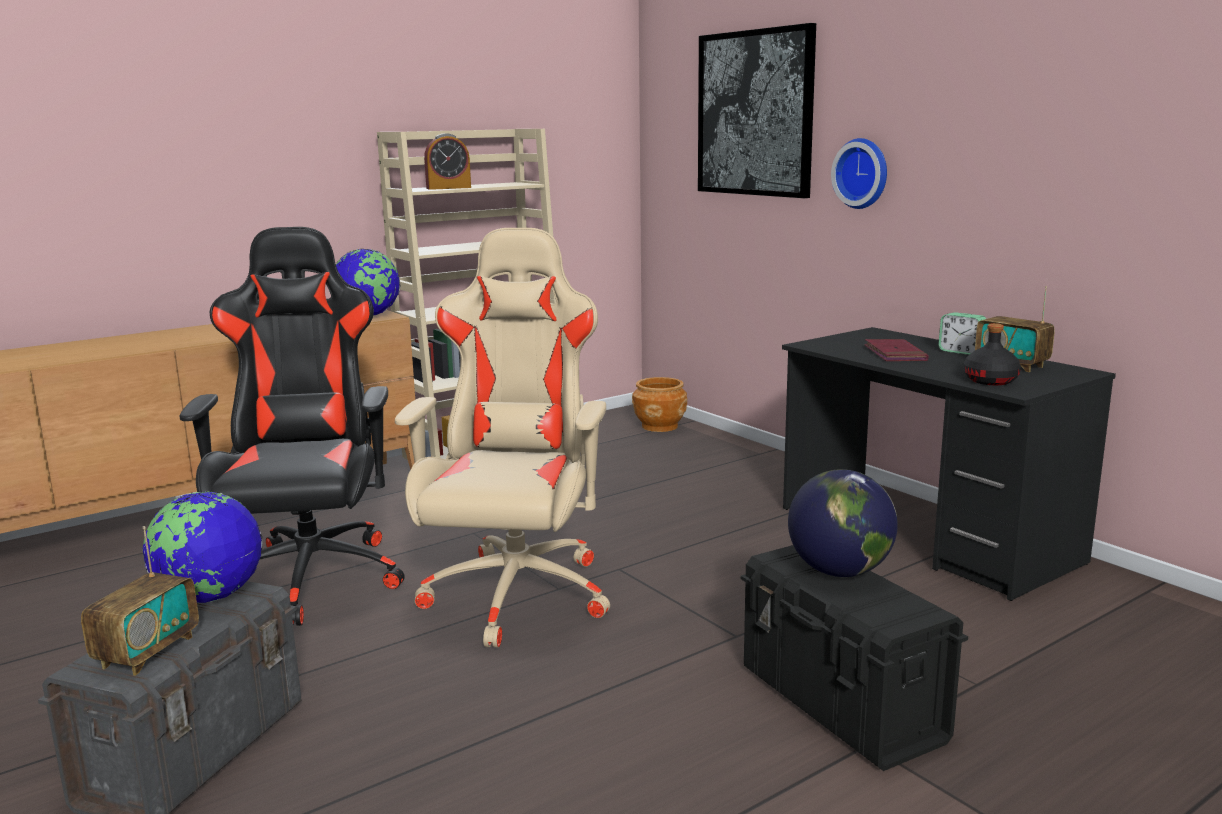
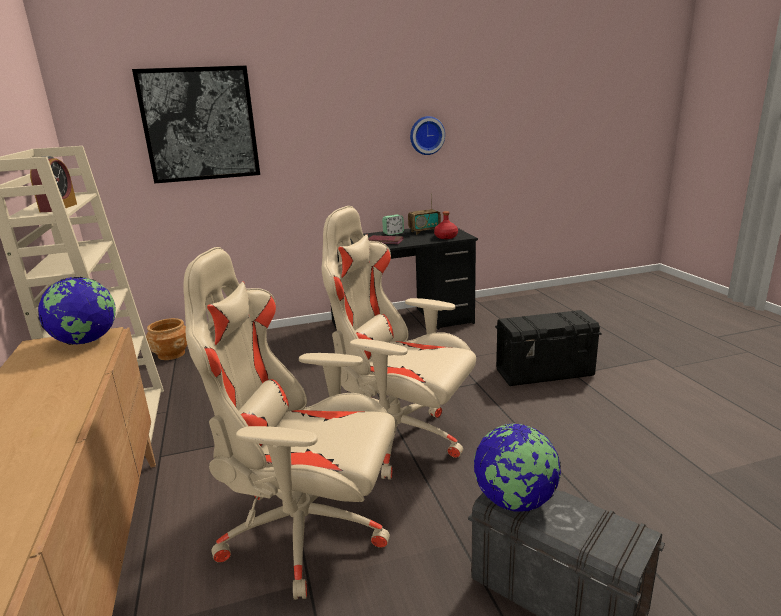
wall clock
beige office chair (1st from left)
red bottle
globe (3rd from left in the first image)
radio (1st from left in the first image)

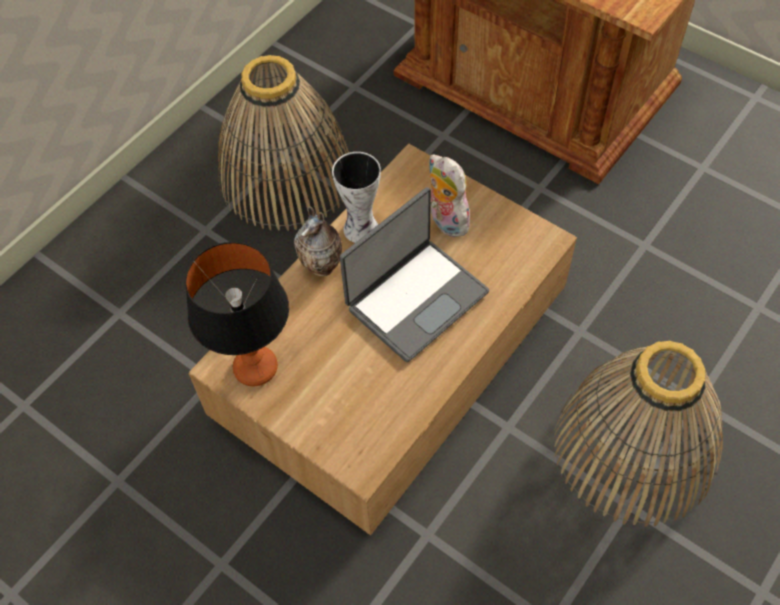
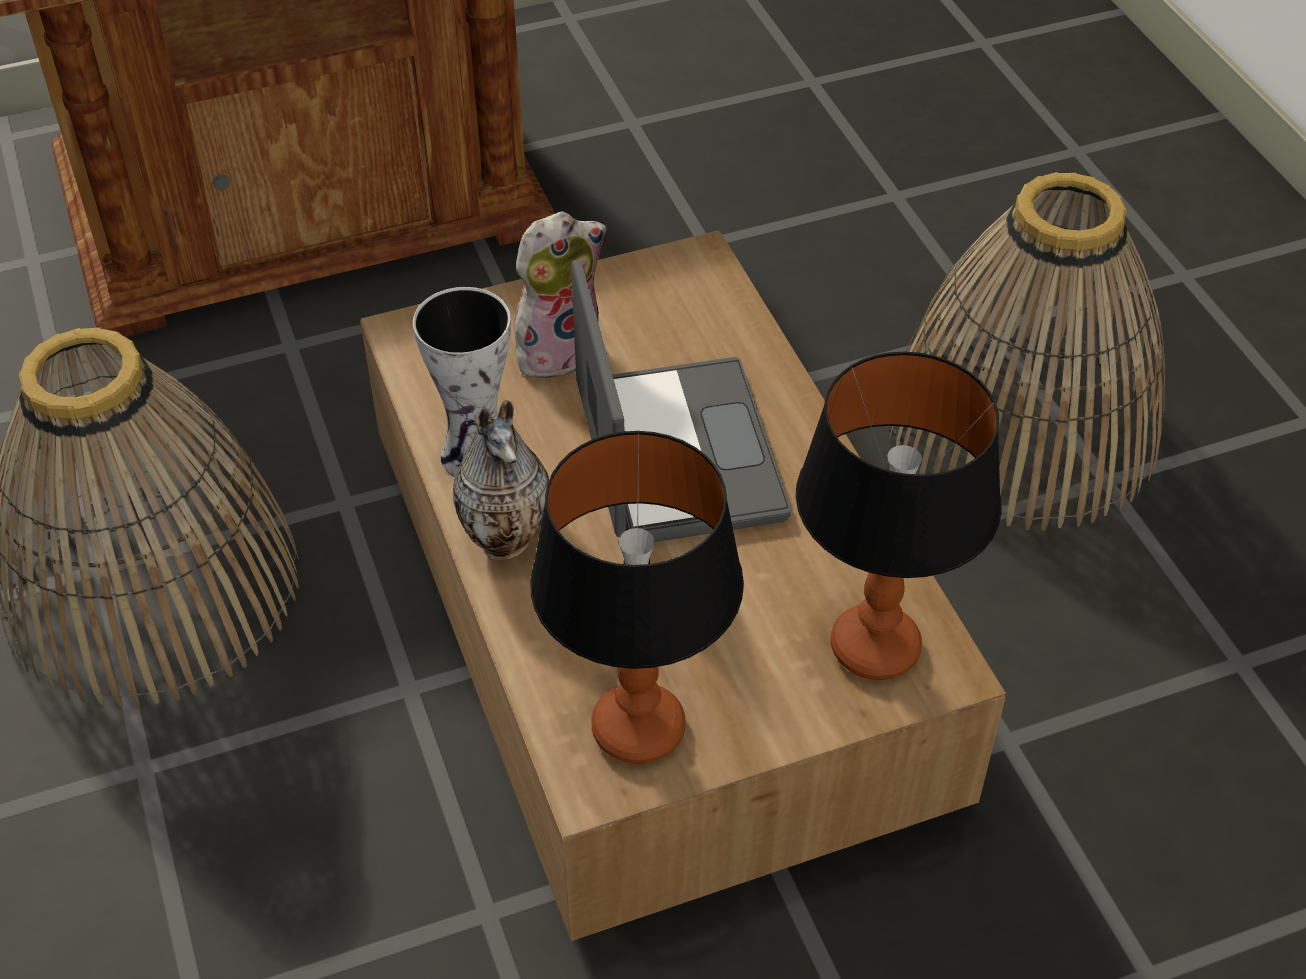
plush toy
table lamp (2nd from left)

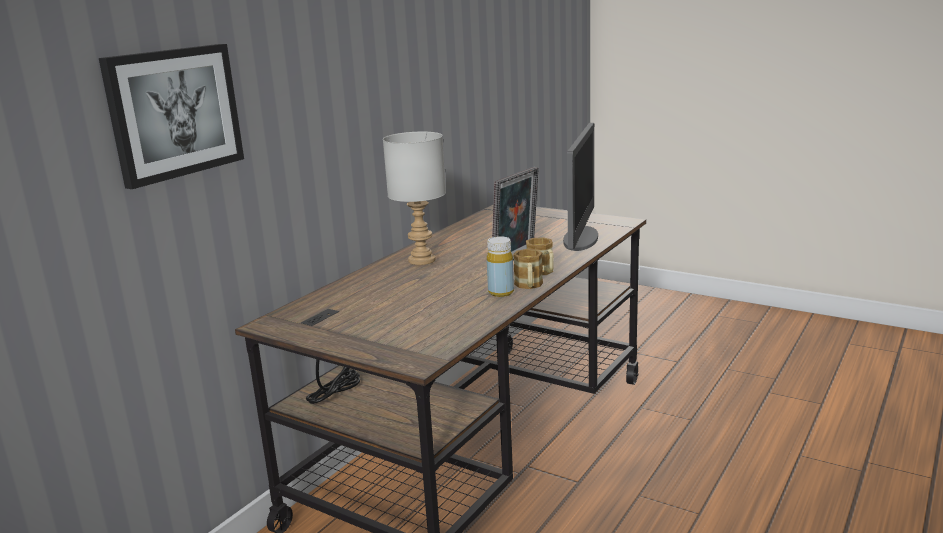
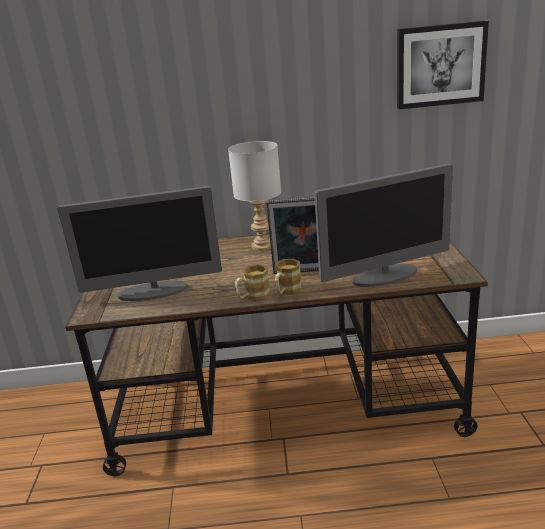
picture
yellow bottle
monitor (1st from left)

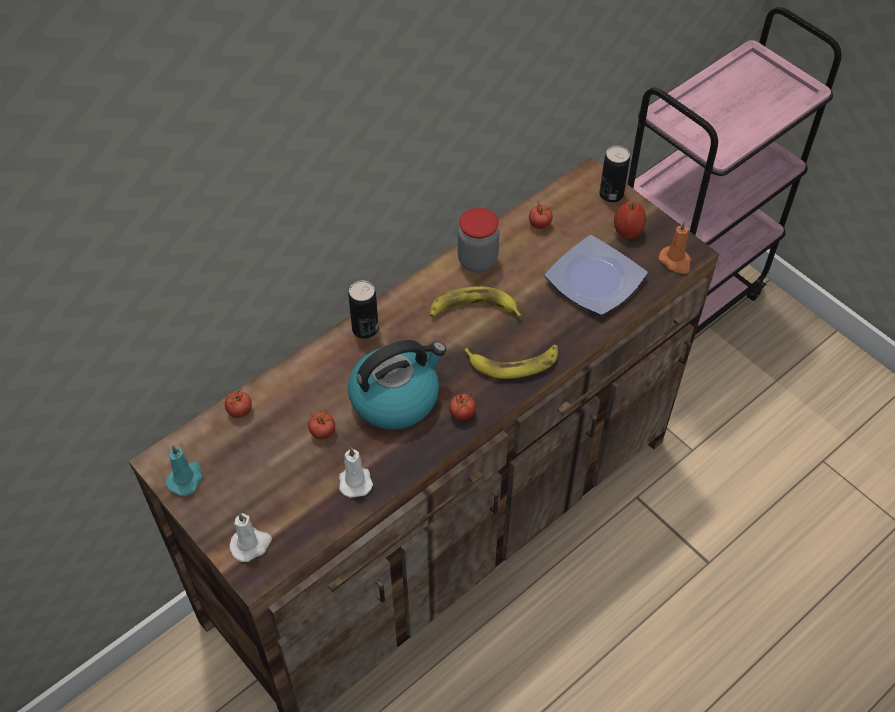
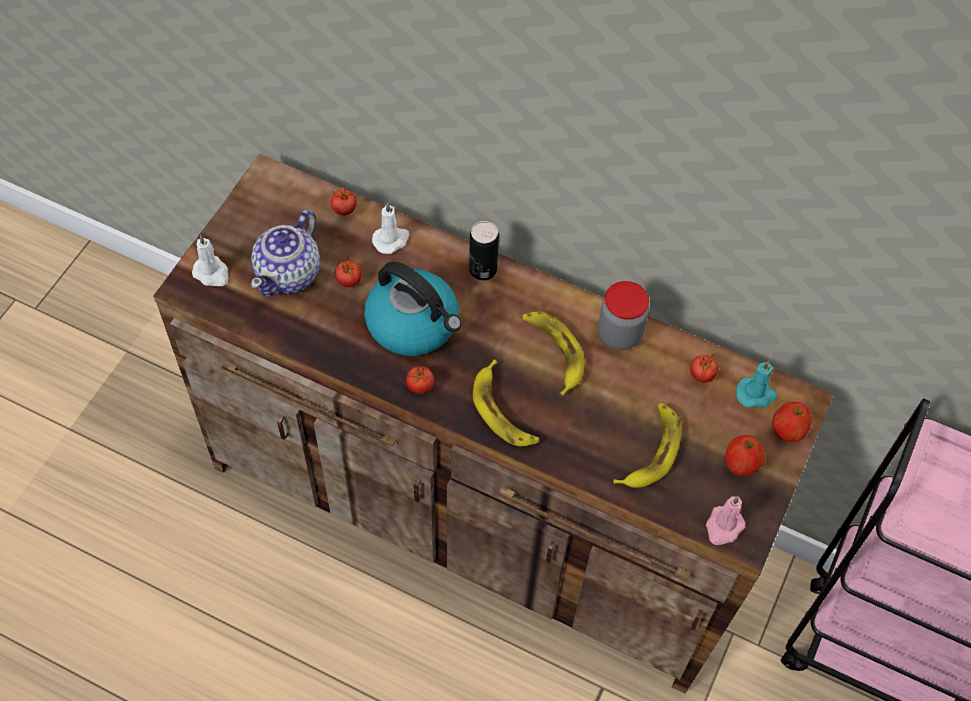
apple (2nd from left)
pink candle
banana (3rd from left)
turquoise candle
white candle (2nd from left)
teapot

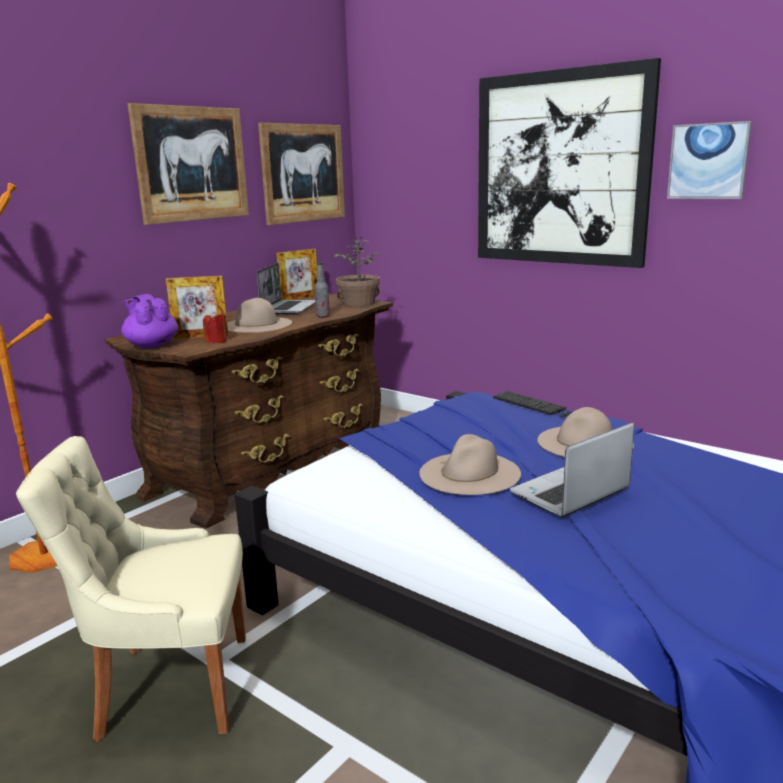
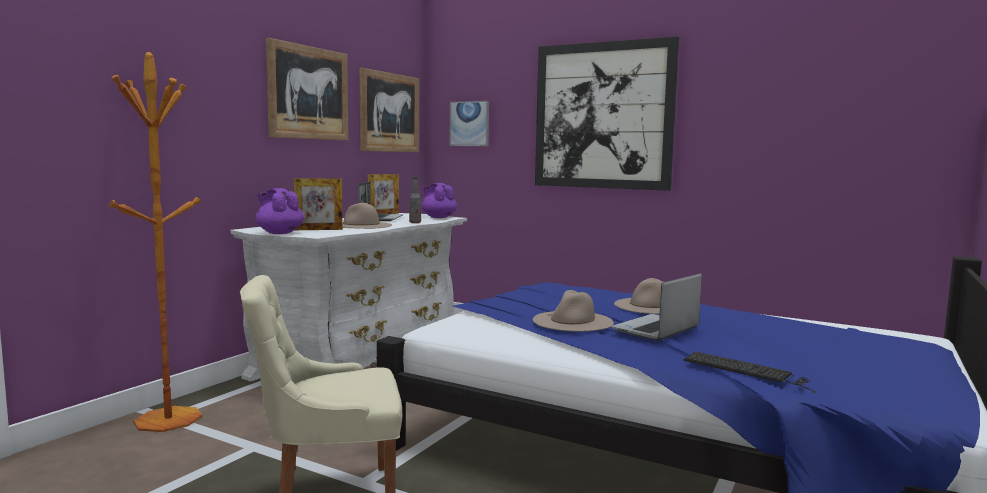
picture (3rd from left)
purple teapot (2nd from left)
white dresser
red candle
keyboard

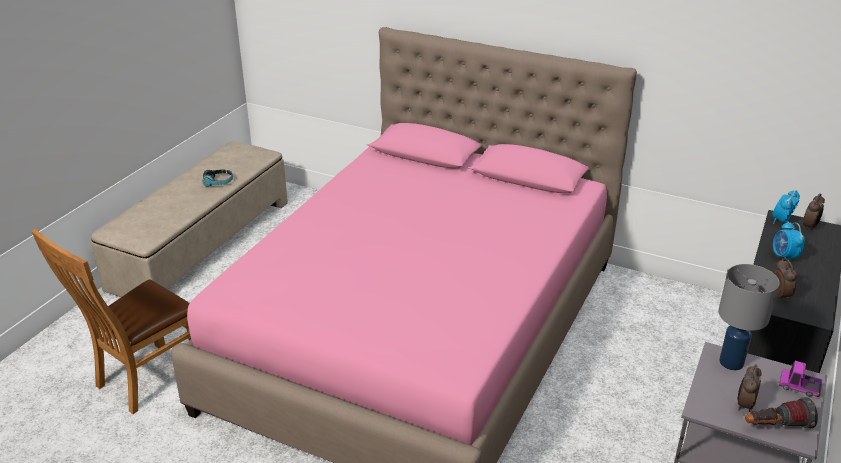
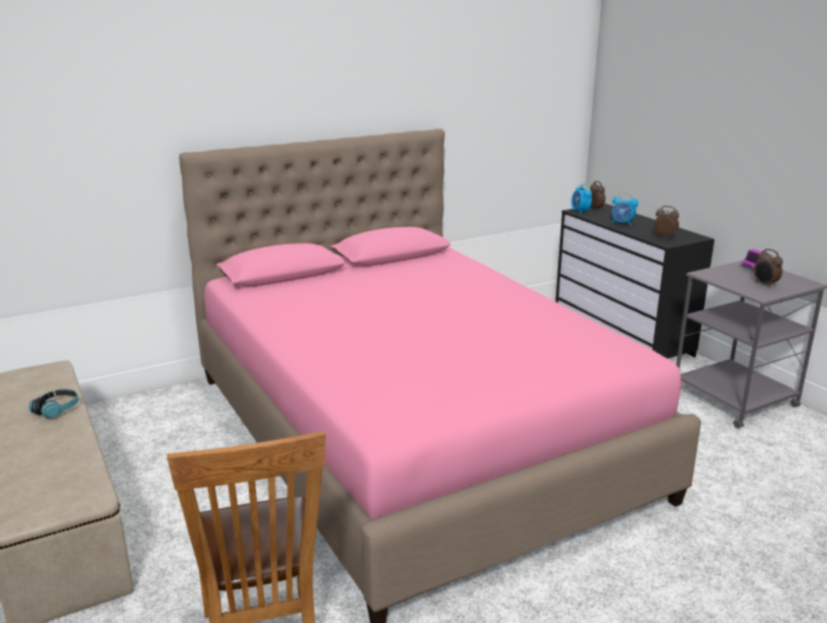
grey table lamp
flashlight

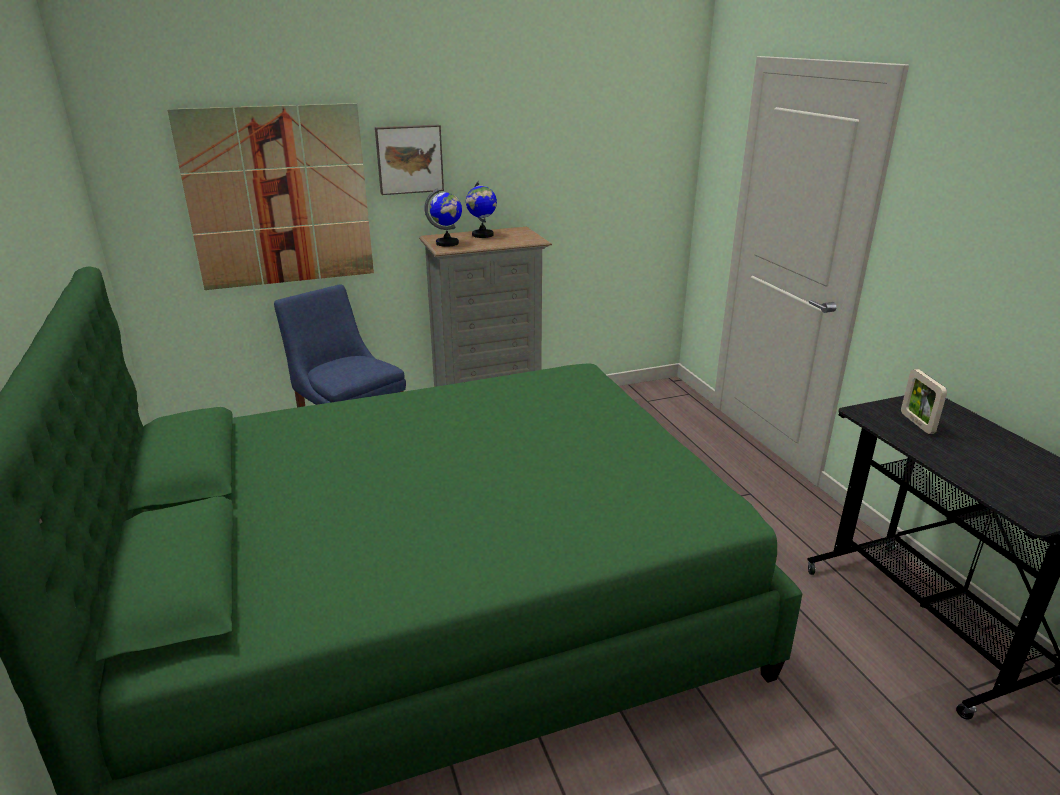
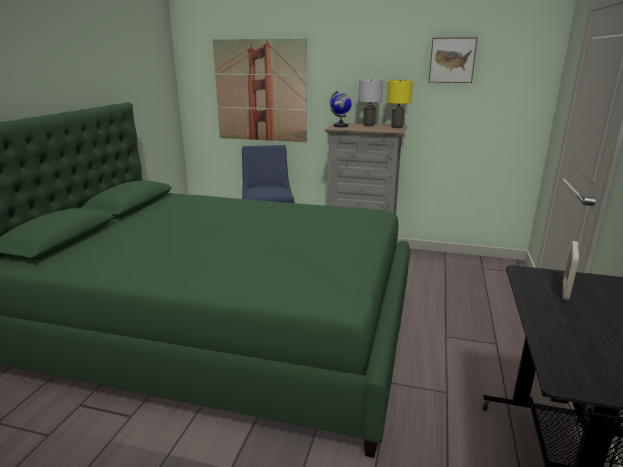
picture (2nd from left)
white table lamp
yellow table lamp

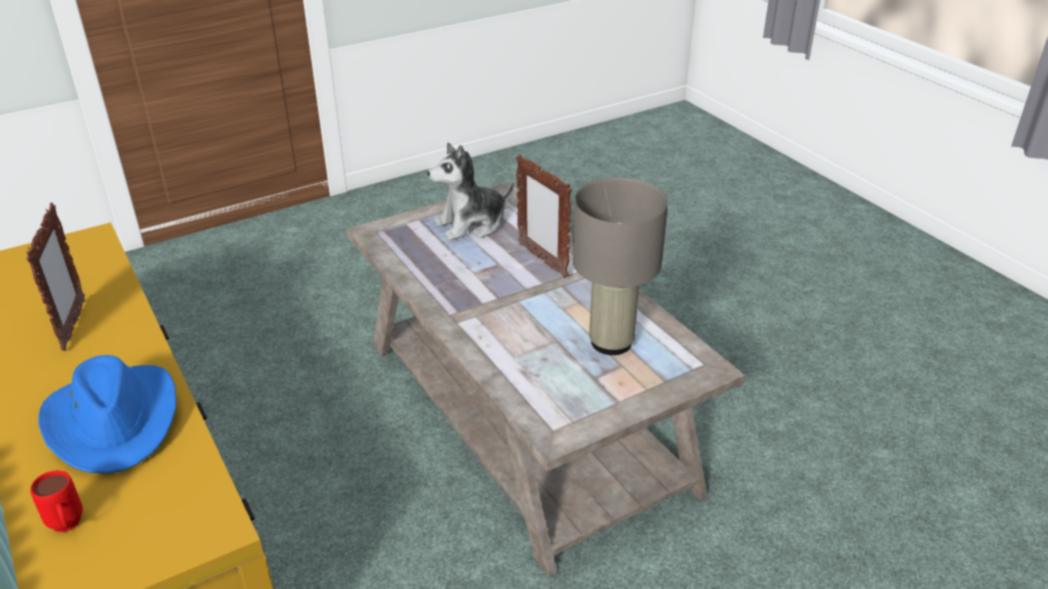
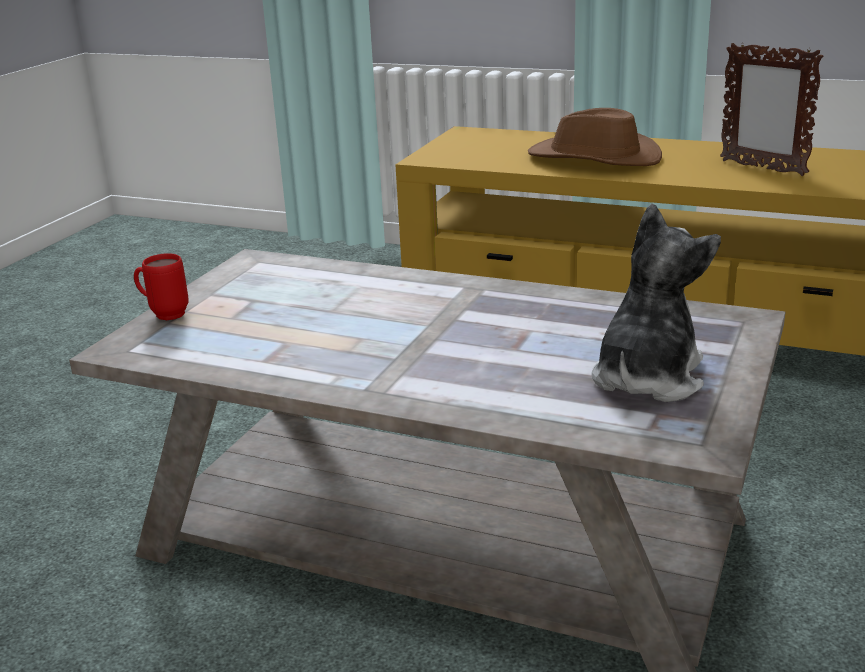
picture frame (2nd from left in the first image)
grey table lamp
brown hat
red mug

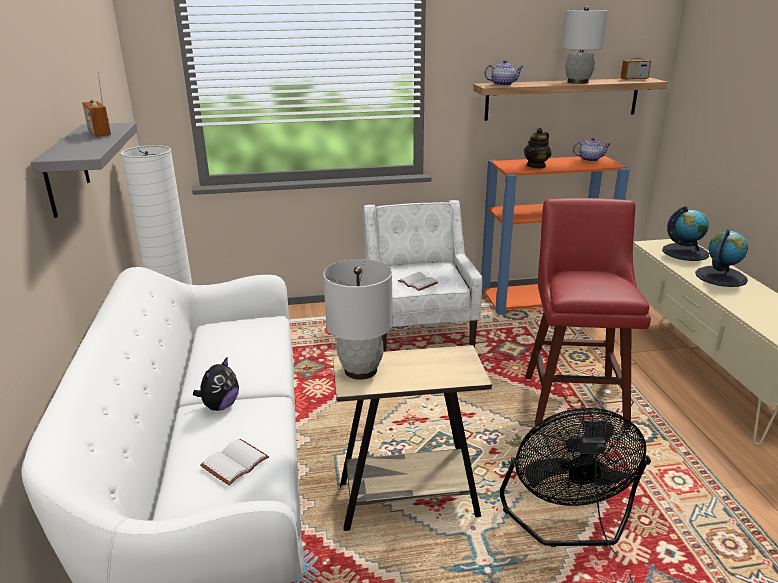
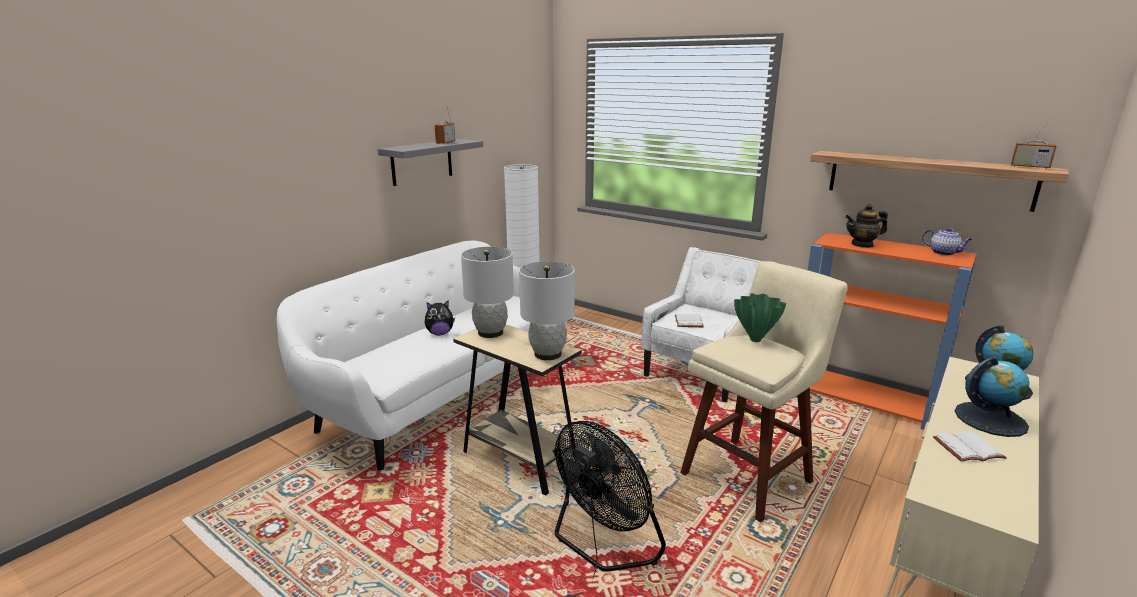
white table lamp (2nd from left)
teapot (1st from left in the first image)
beige stool
white book (2nd from left)
green vase

